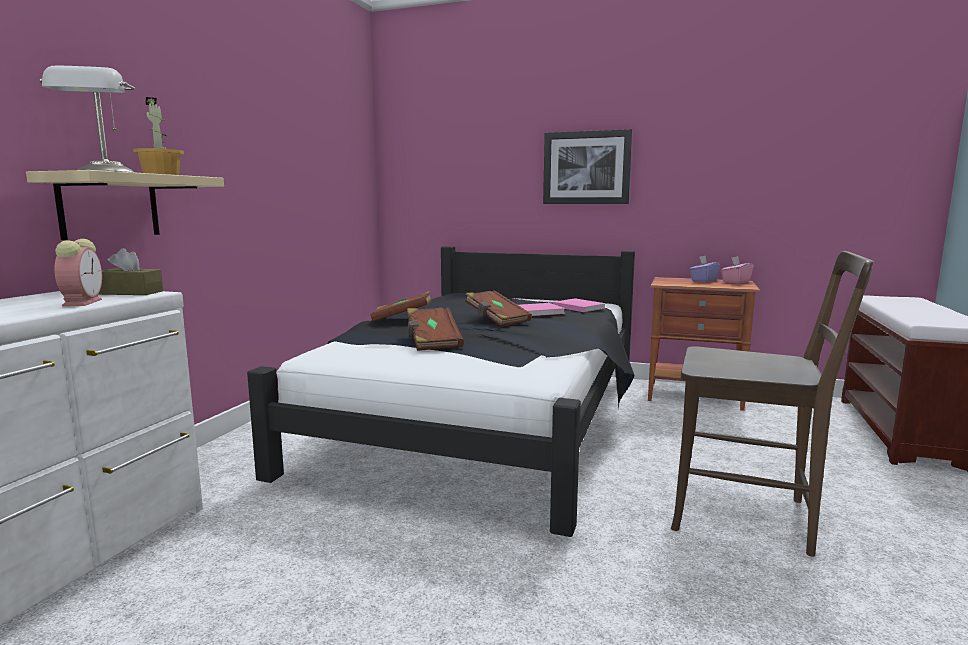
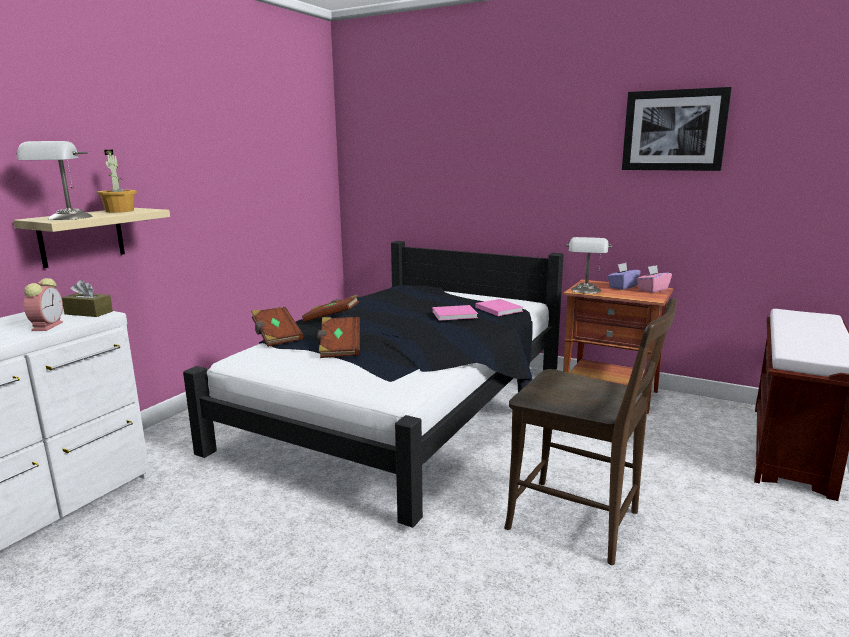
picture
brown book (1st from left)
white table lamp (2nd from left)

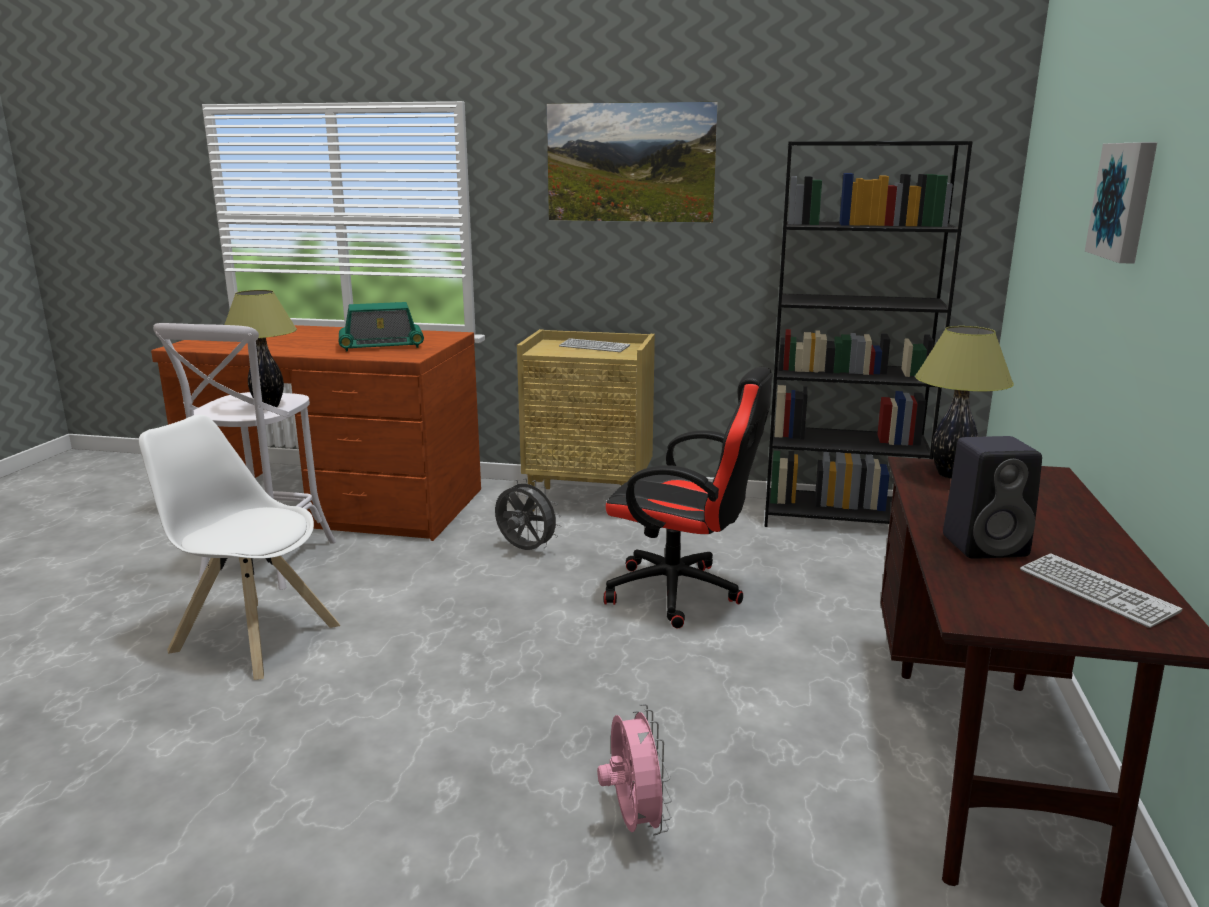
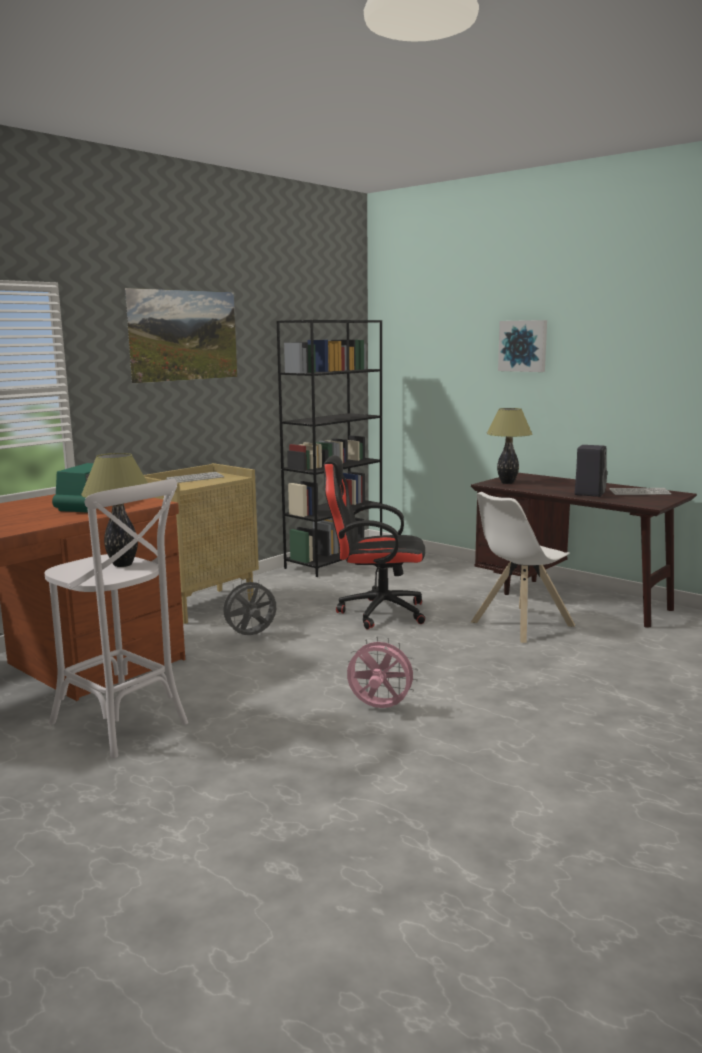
black office chair
white chair
pink fan

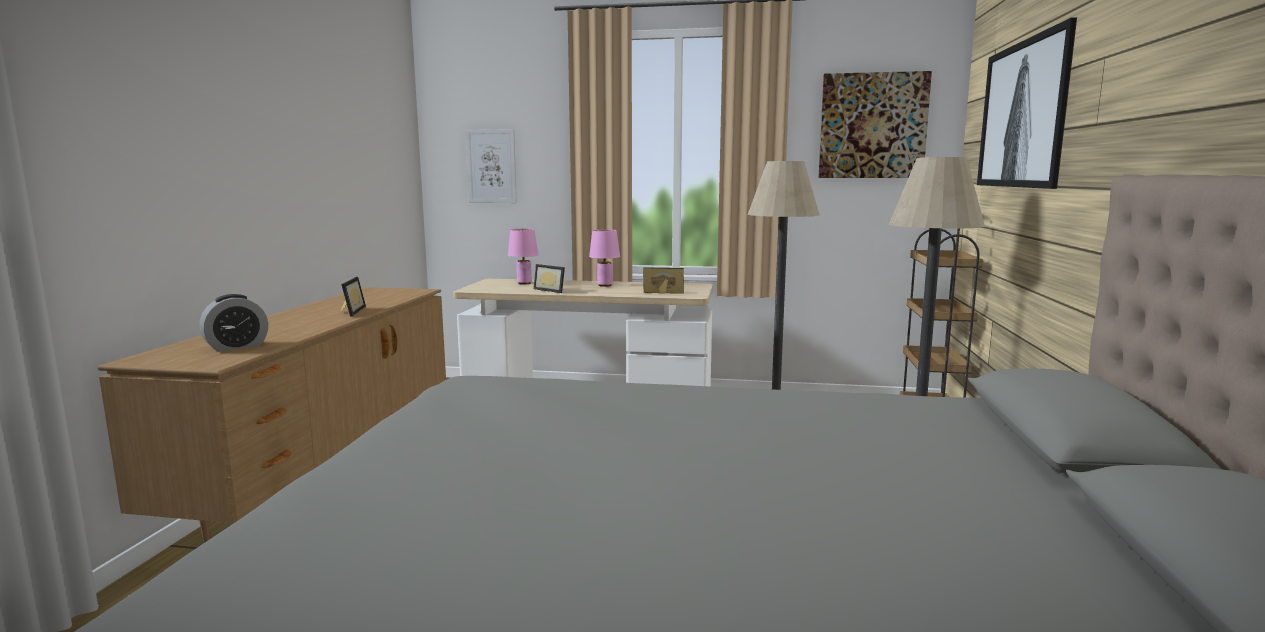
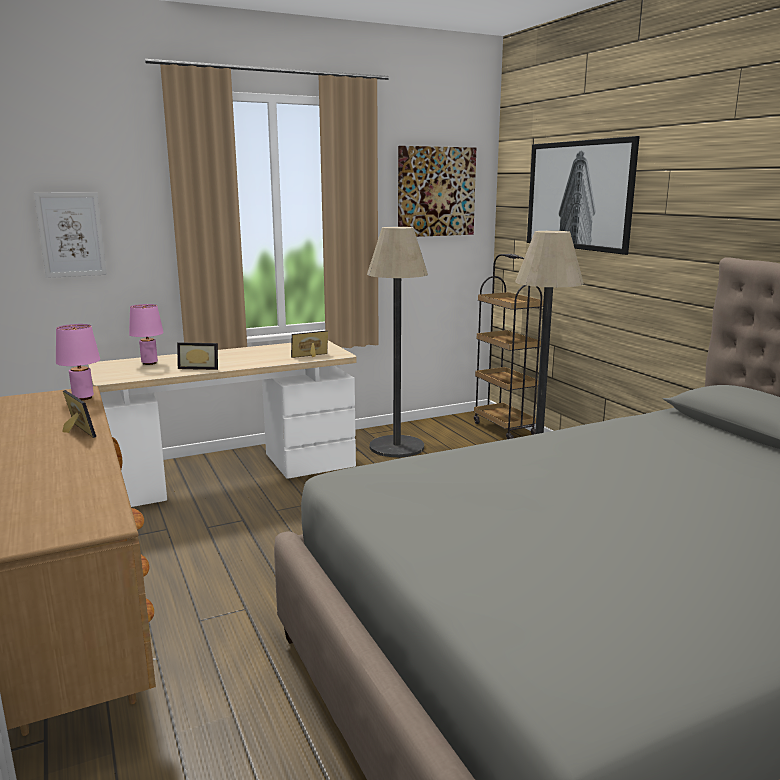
pink table lamp (1st from left)
alarm clock

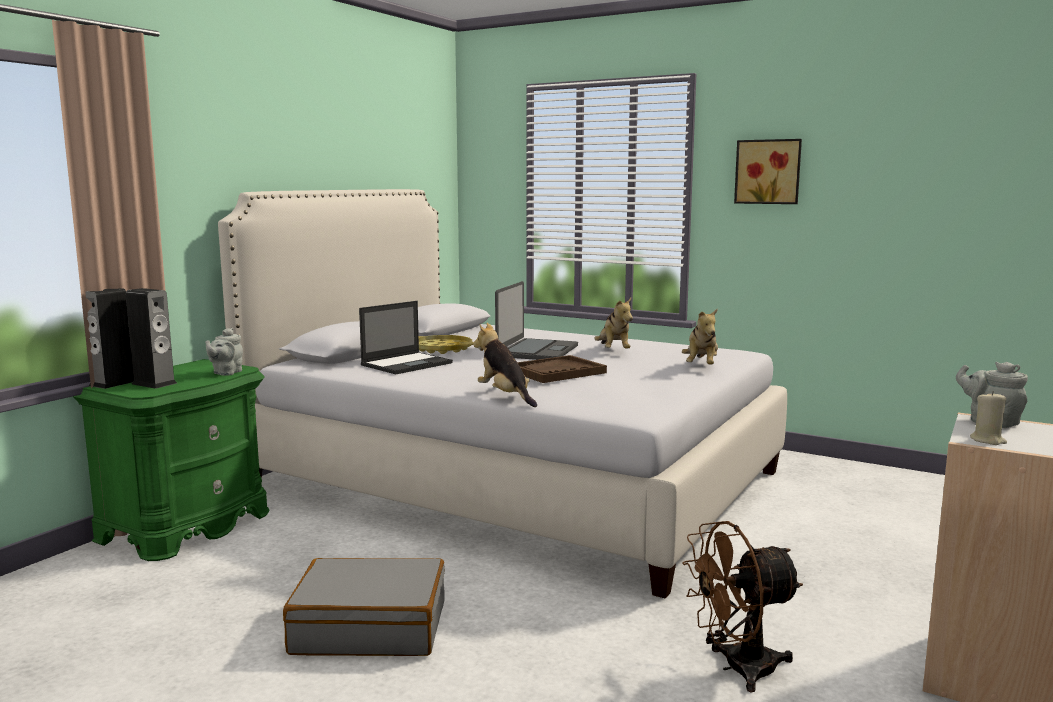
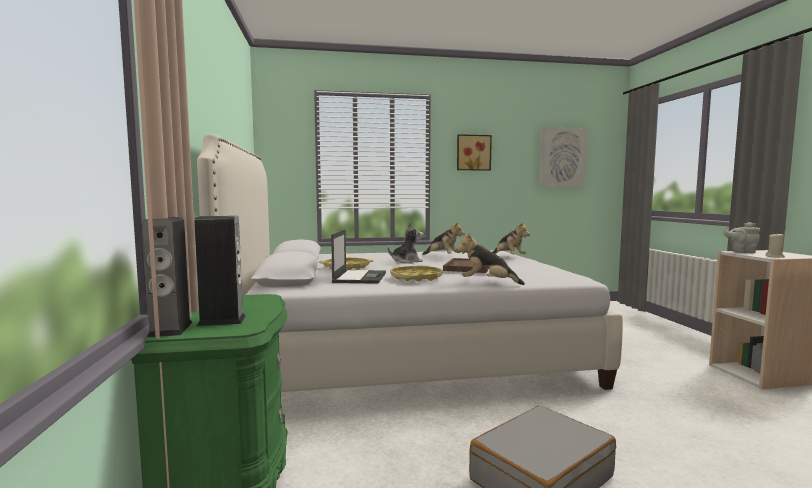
plush toy (1st from left)
grey teapot (1st from left in the first image)
brown fan
picture (2nd from left)
yellow tray (2nd from left)

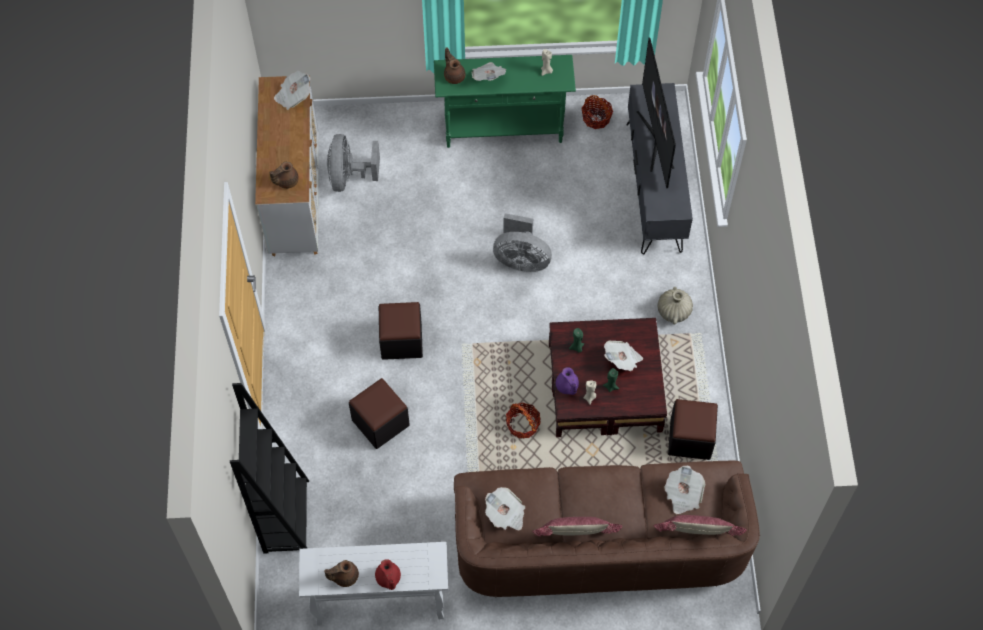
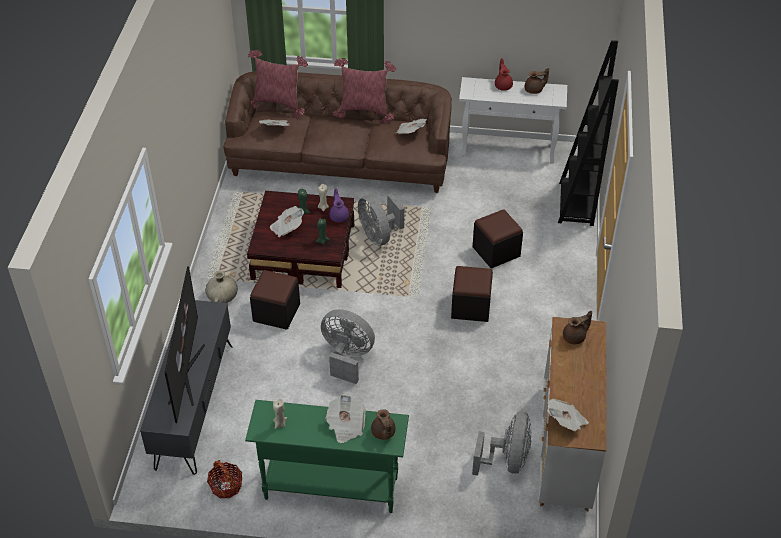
black ottoman (1st from left)
grey fan (2nd from left)

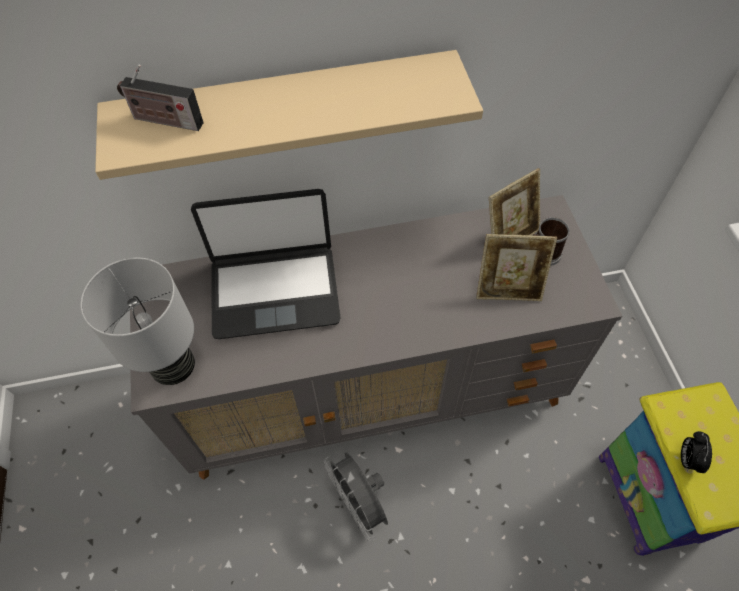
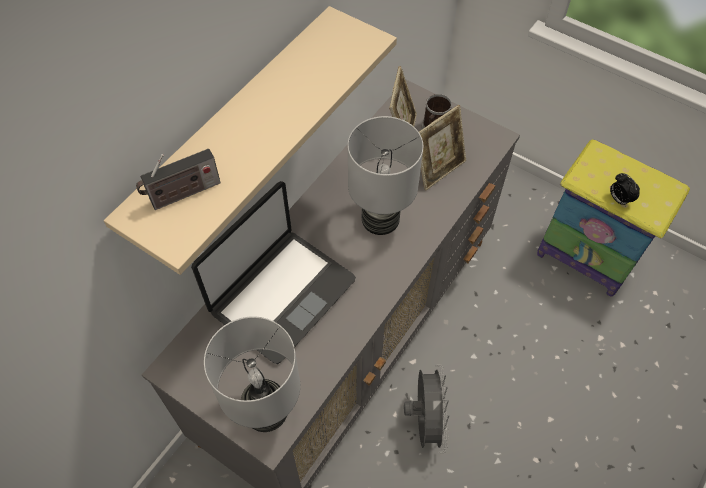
grey fan
grey table lamp (2nd from left)

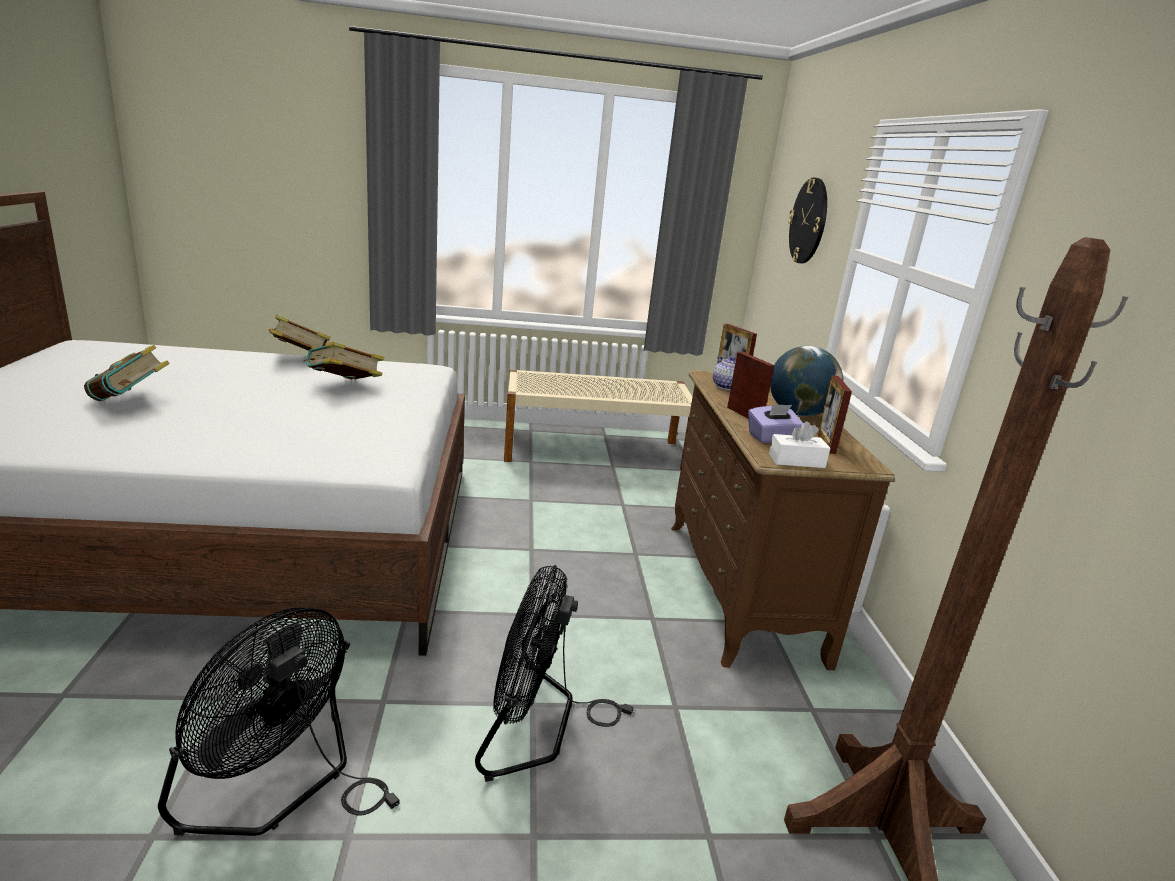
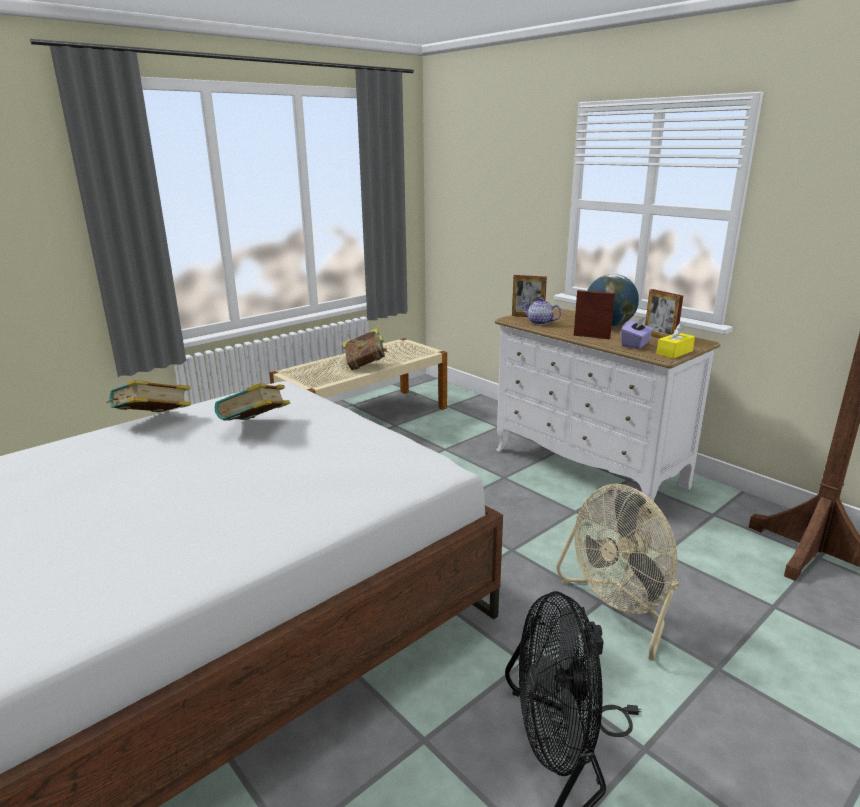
wall clock
book (3rd from left)
white dresser
yellow tissue box
beige fan

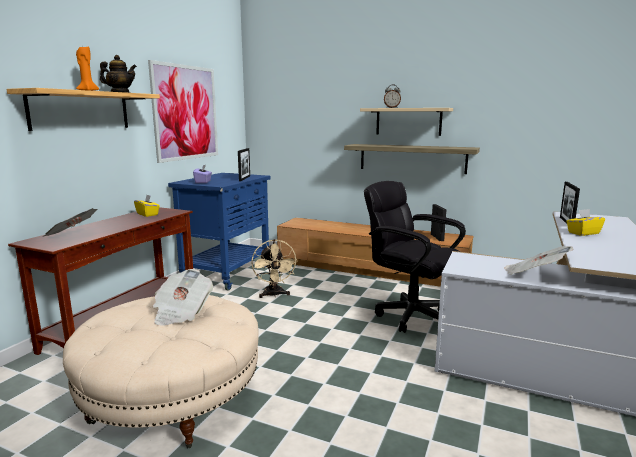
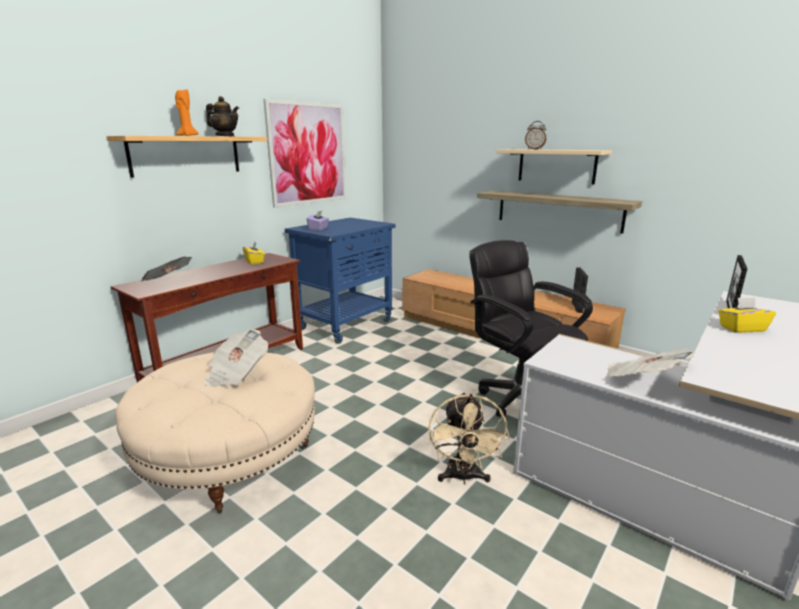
picture frame (1st from left in the first image)
beige fan

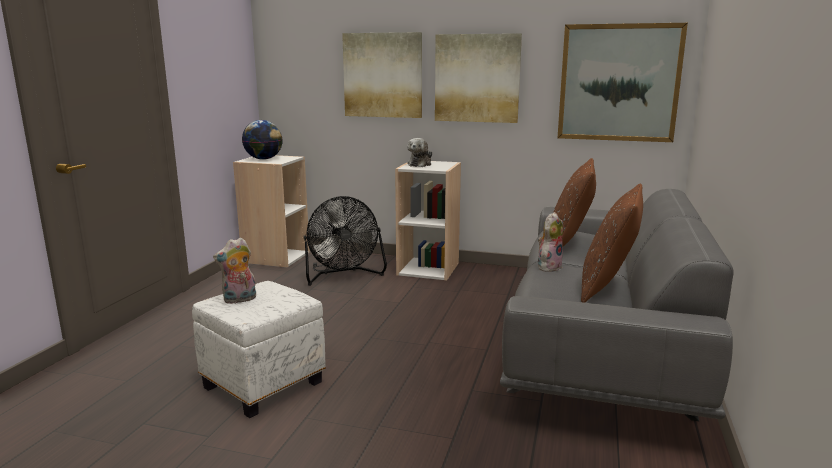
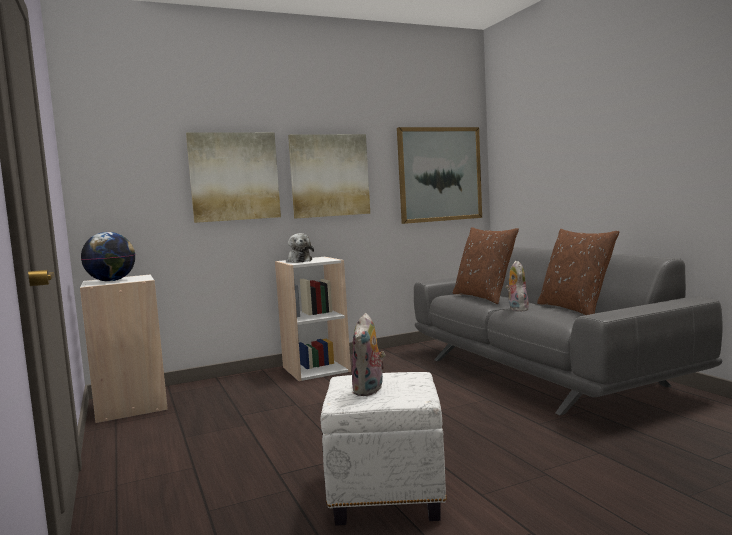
black fan

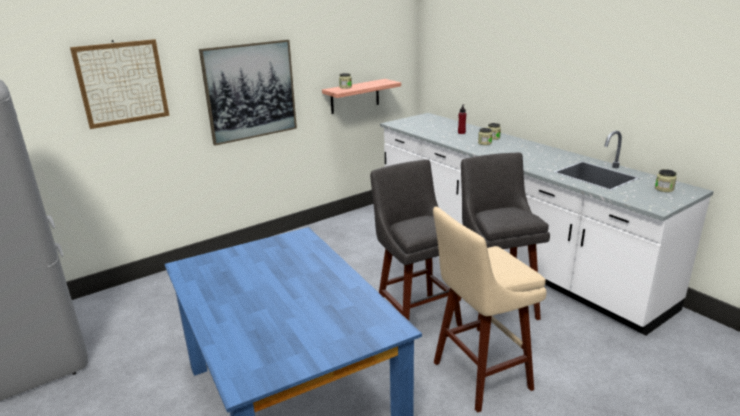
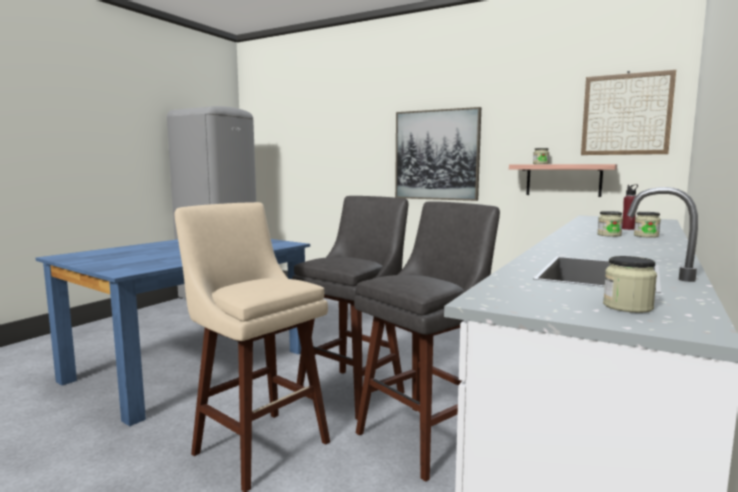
picture (2nd from left)

